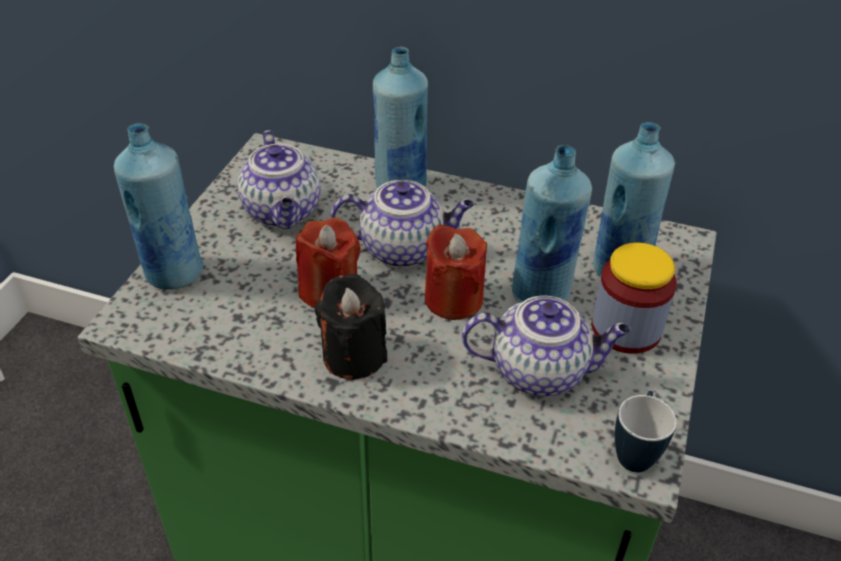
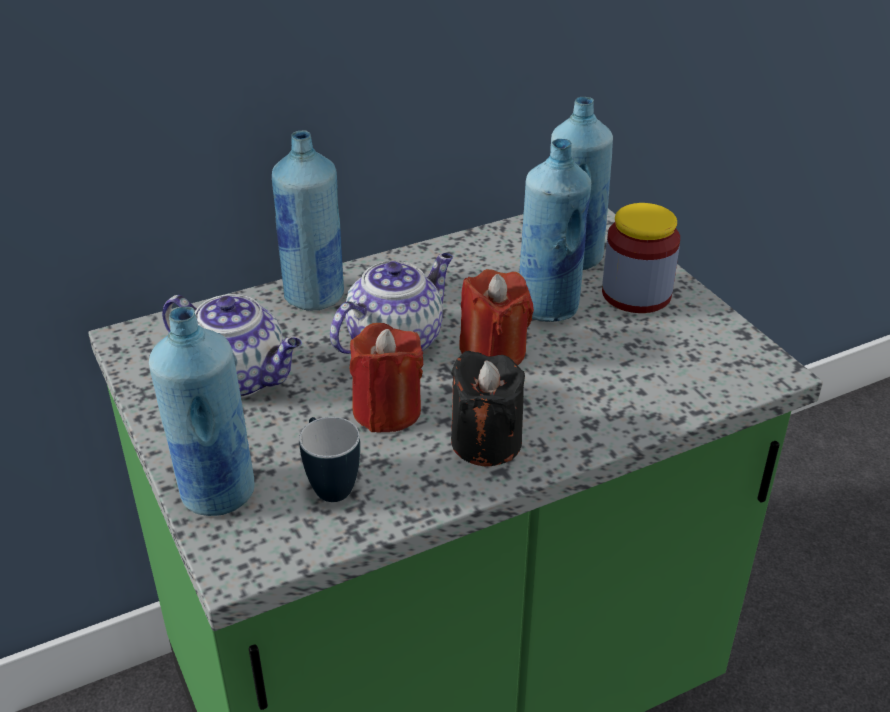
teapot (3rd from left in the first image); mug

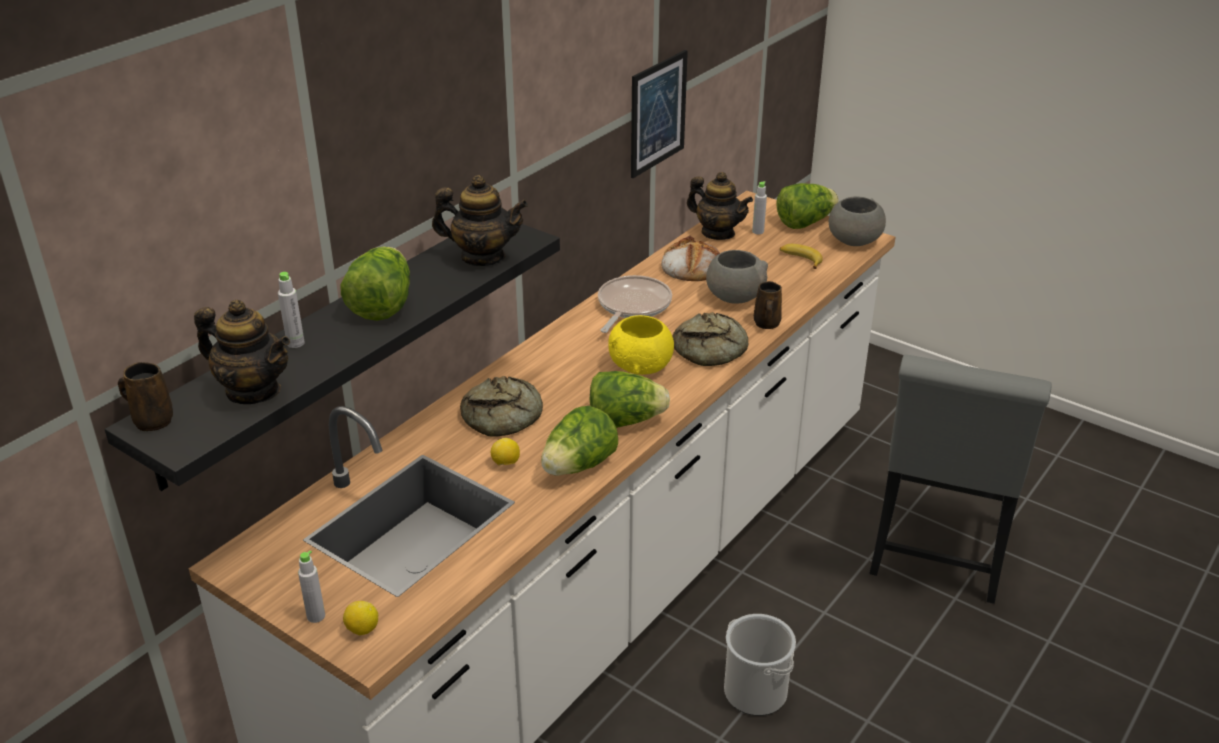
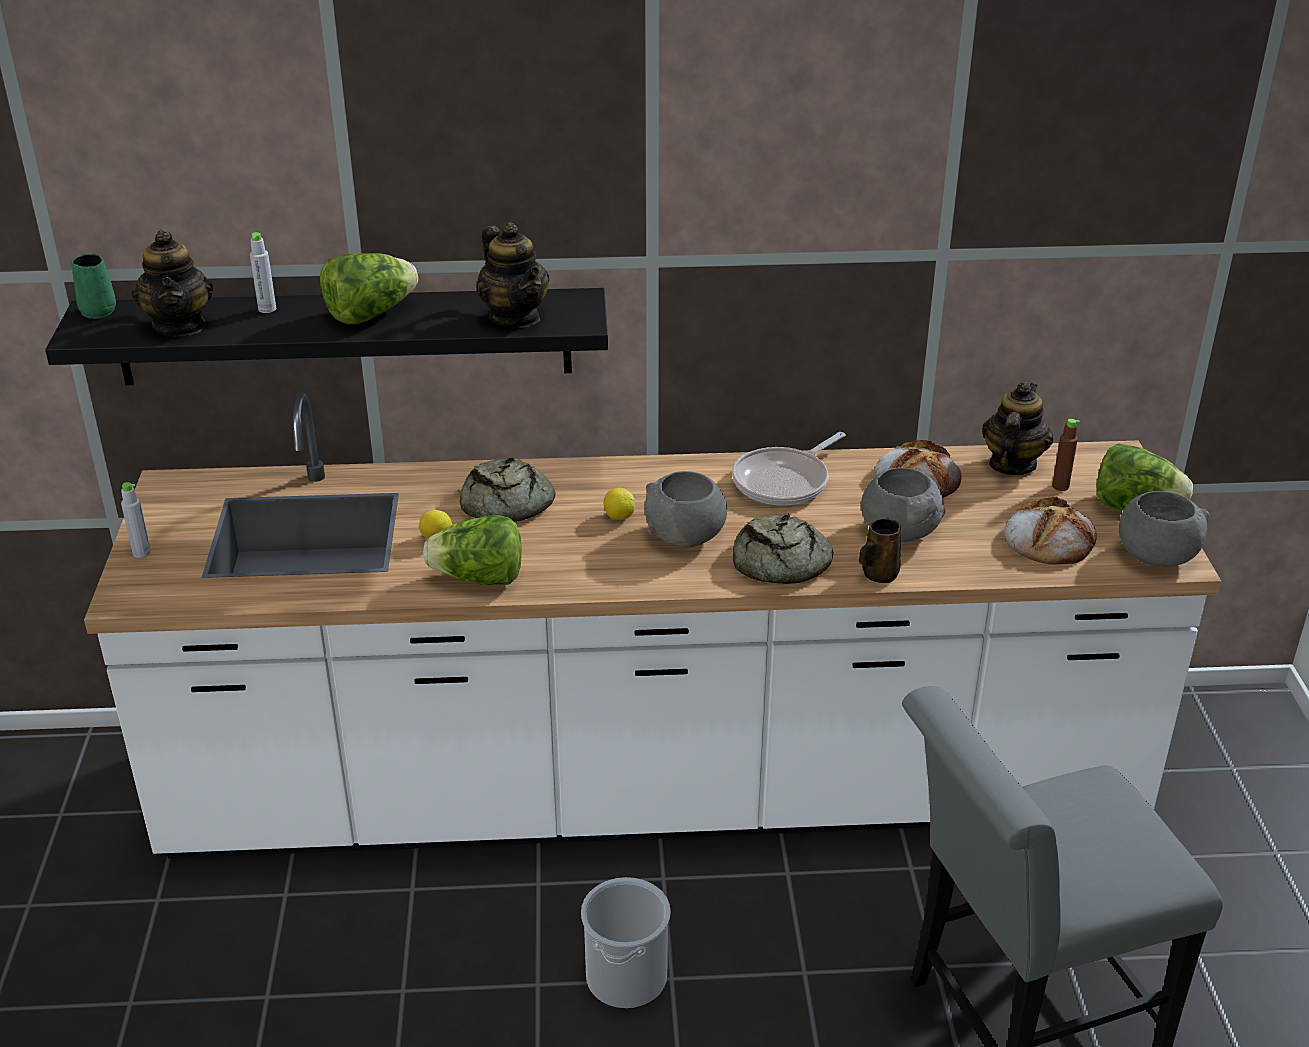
lettuce (3rd from left in the first image); picture; lemon (2nd from left); bread (4th from left); green mug; grey bowl (1st from left); brown bottle; frying pan; teapot (3rd from left)

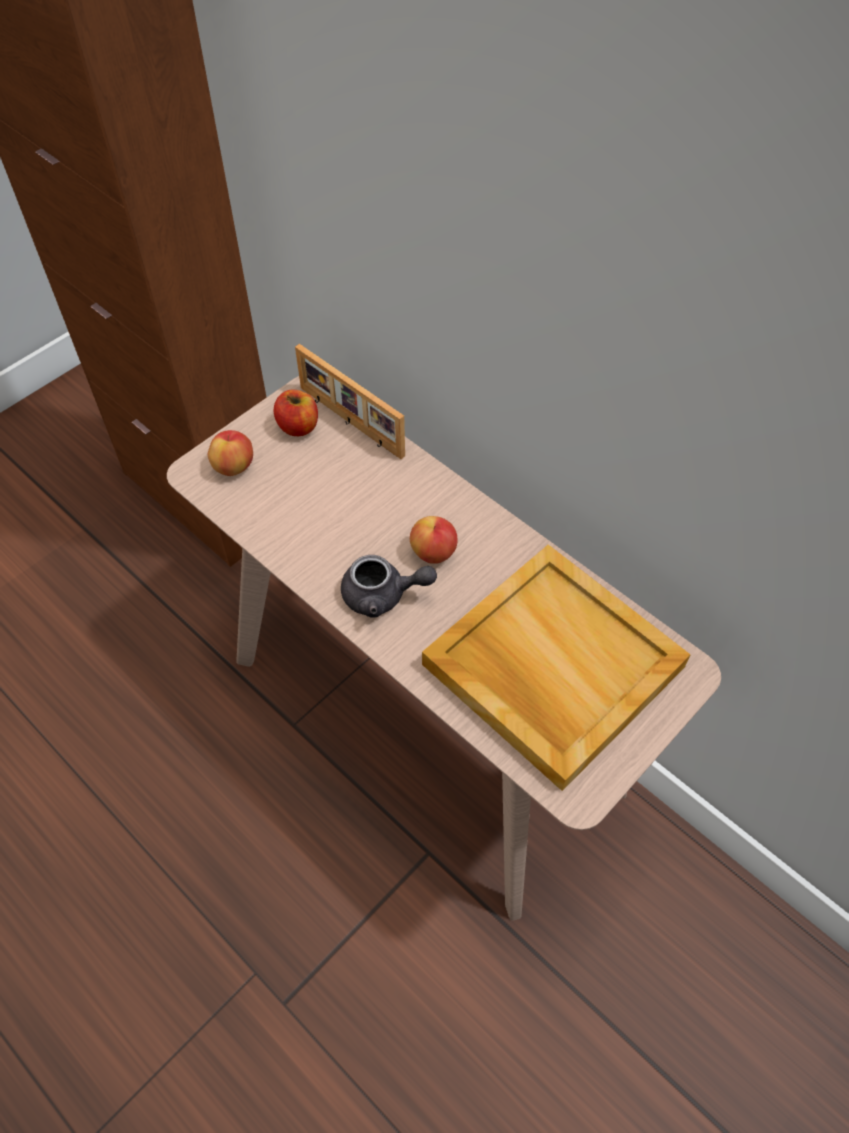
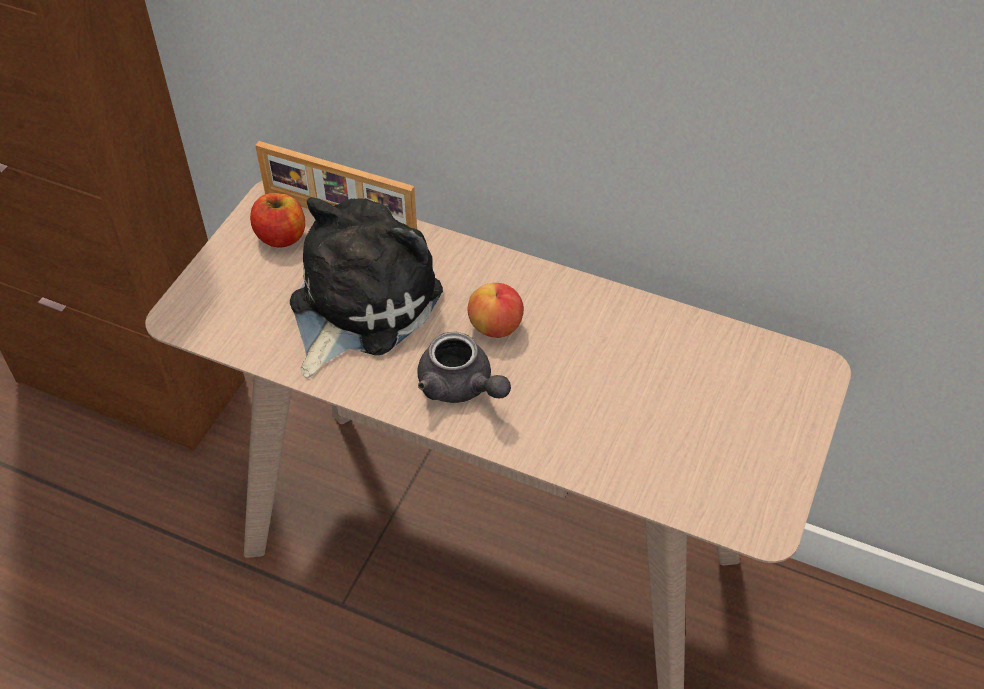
apple (1st from left in the first image); beige tray; plush toy; grey teapot

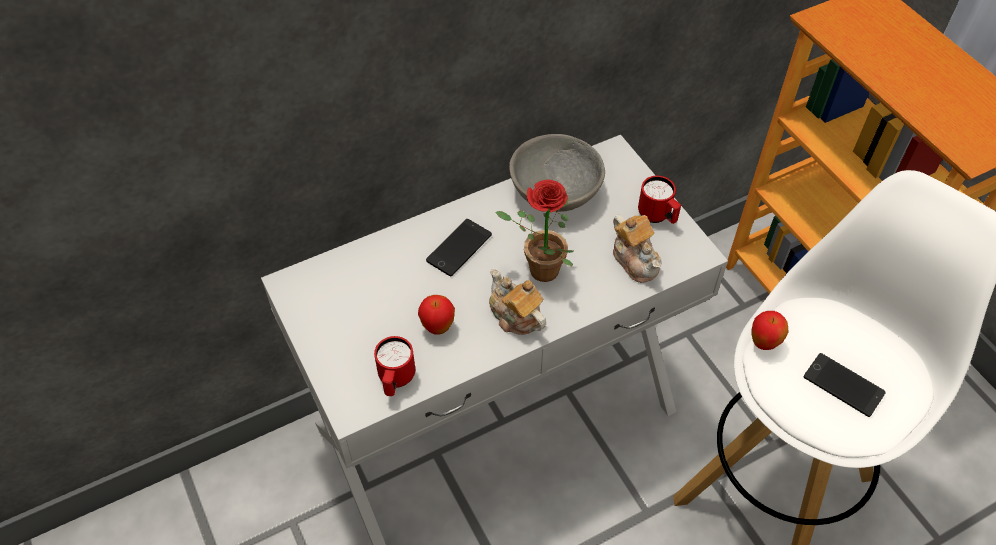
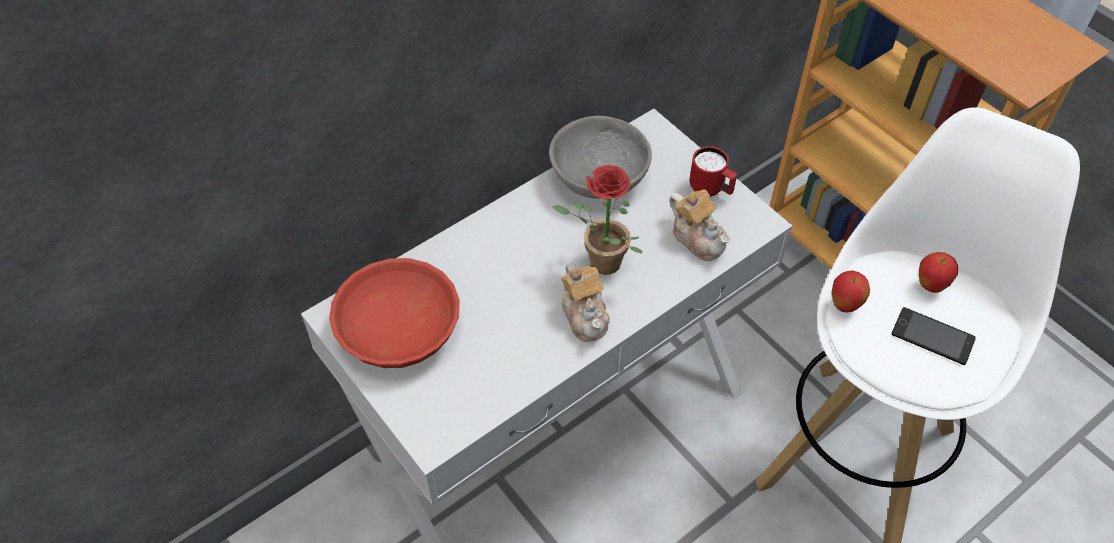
red mug (1st from left in the first image); phone (1st from left in the first image); red bowl; apple (2nd from left); teapot (1st from left)

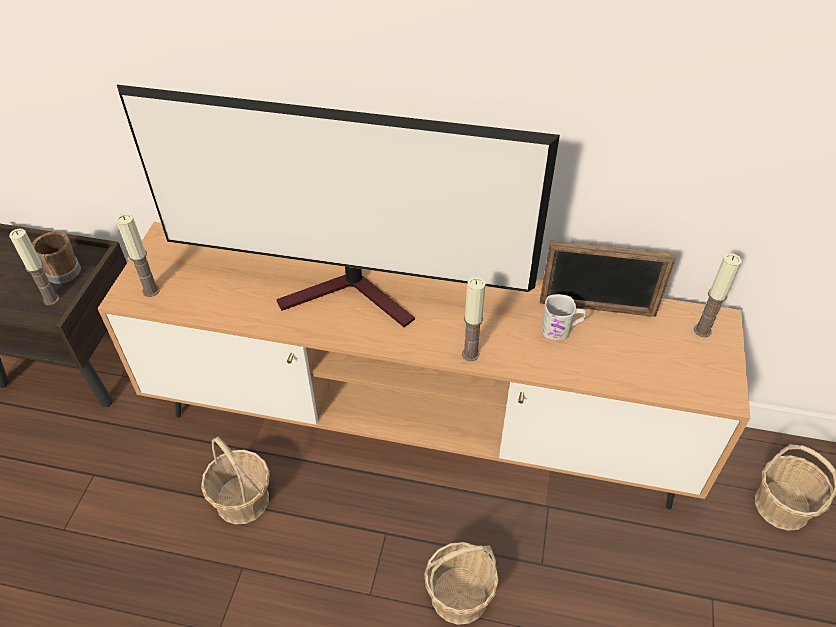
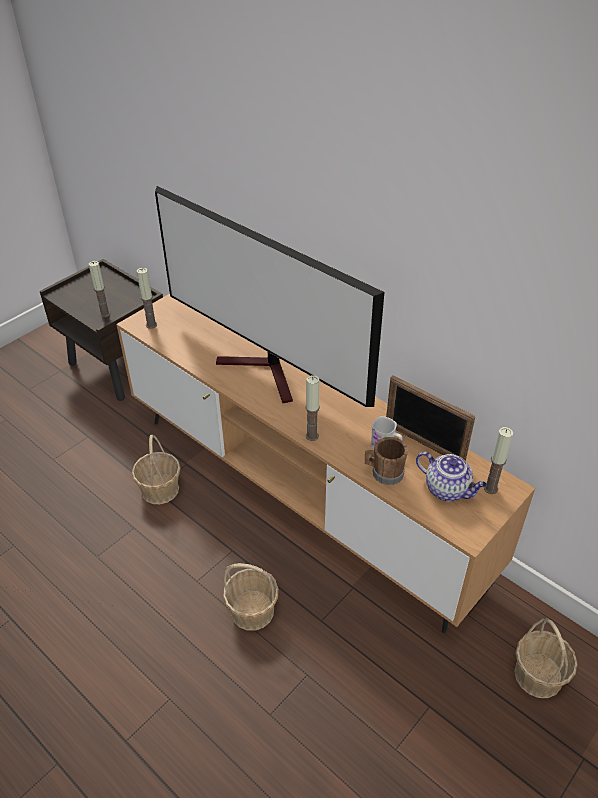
teapot; brown mug

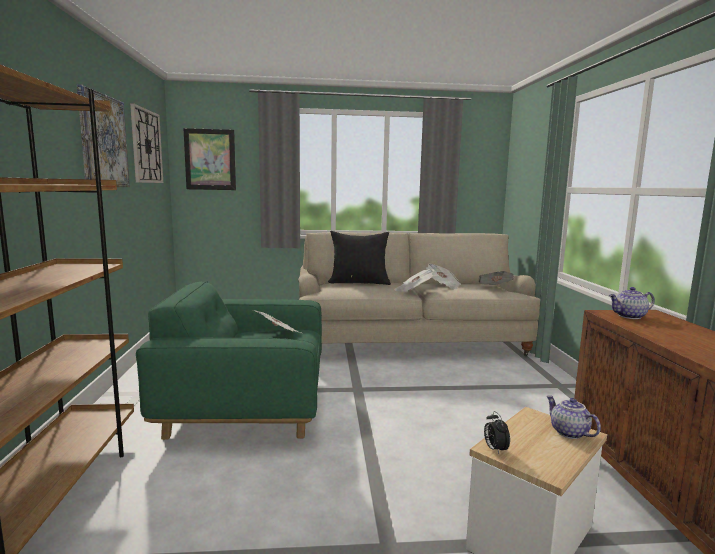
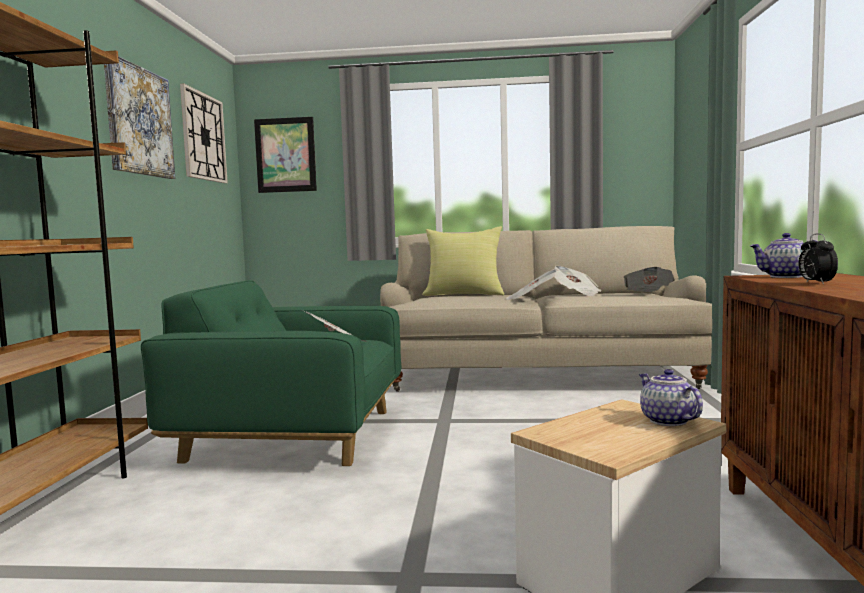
alarm clock; yellow pillow

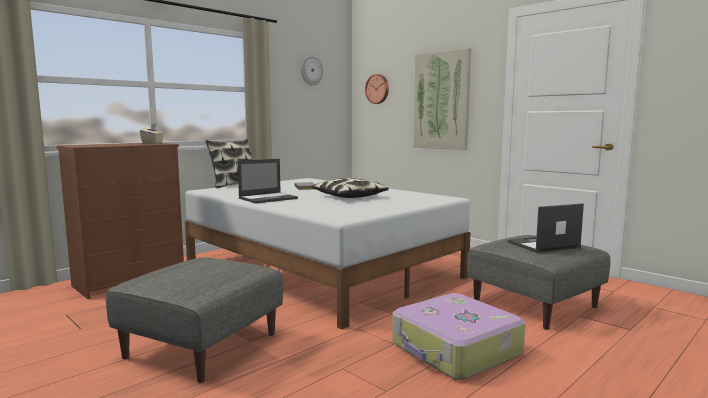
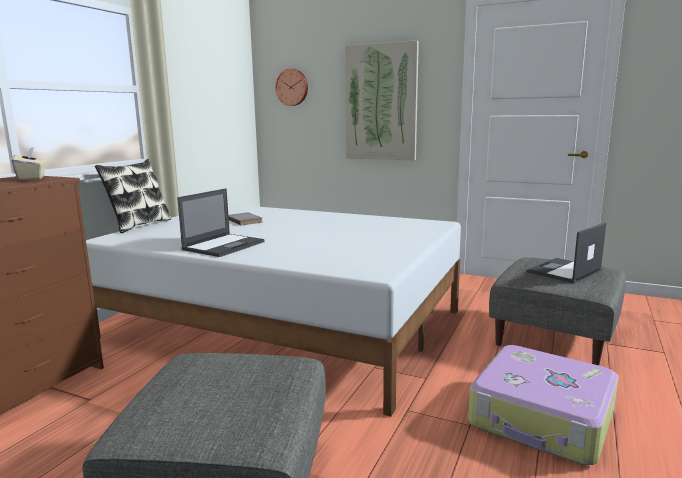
wall clock (1st from left in the first image); pillow (2nd from left in the first image)

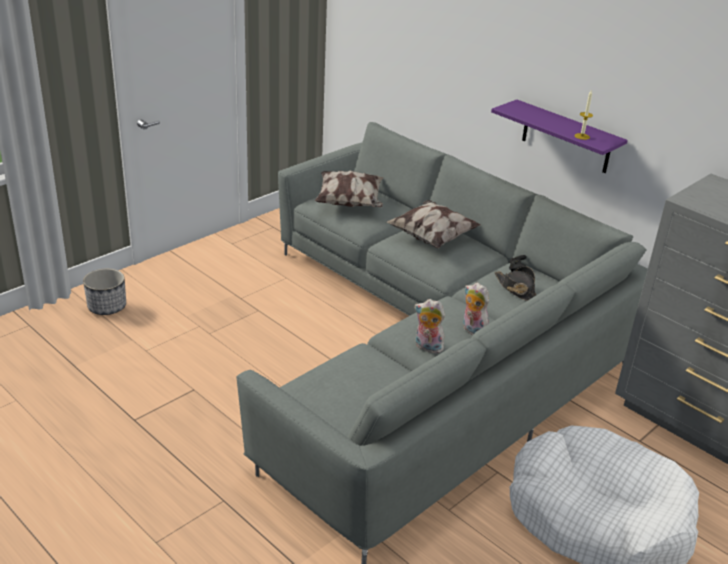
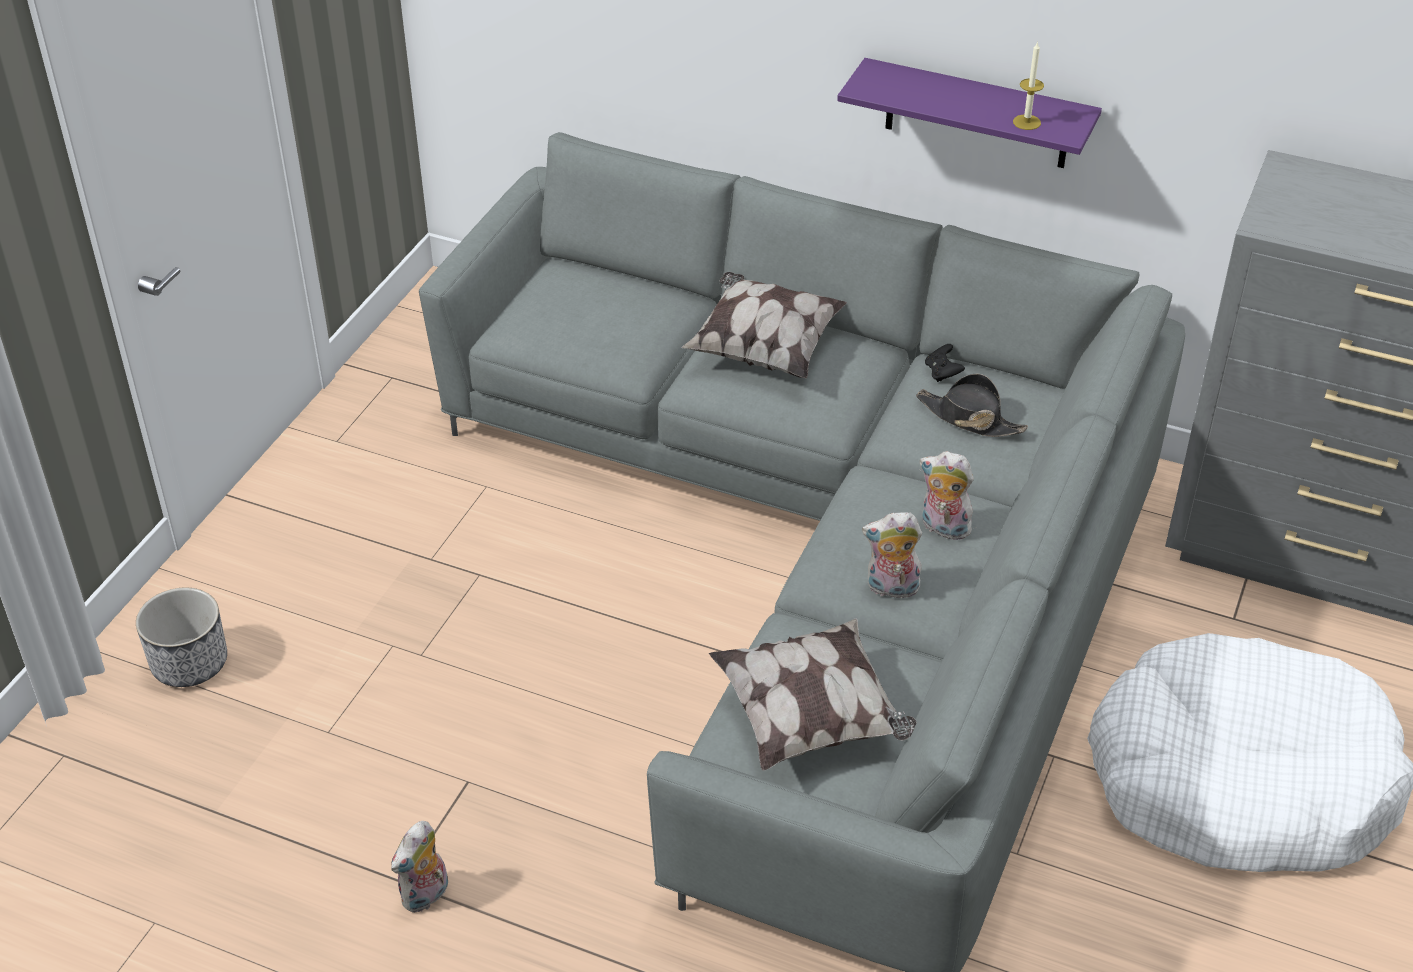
plush toy (1st from left); pillow (2nd from left)

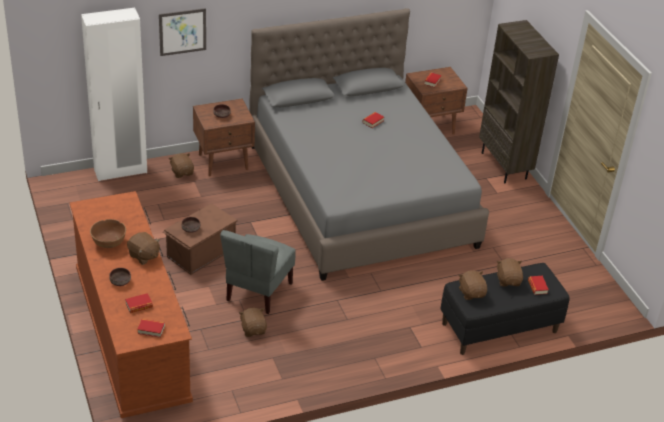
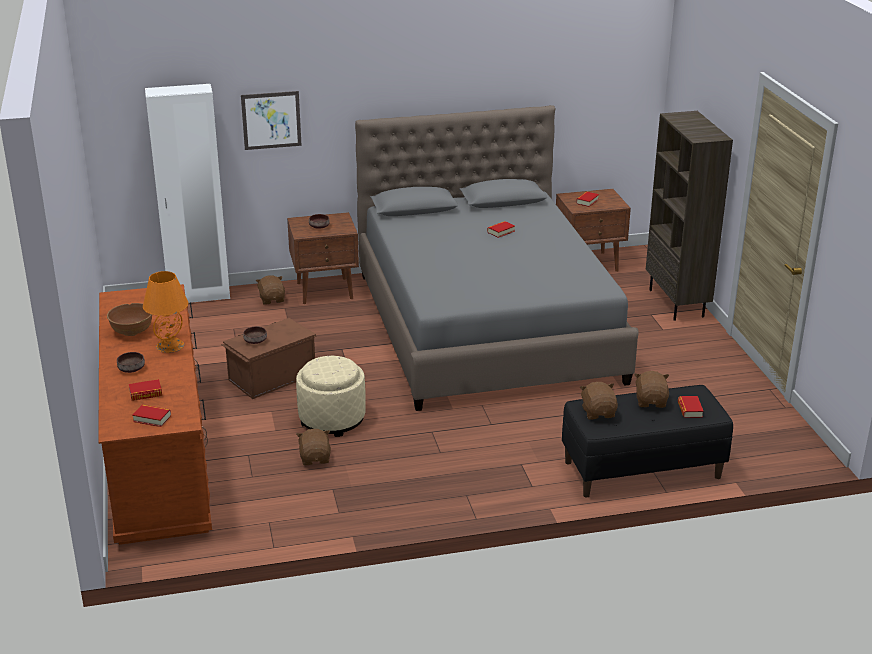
orange table lamp; beige ottoman

